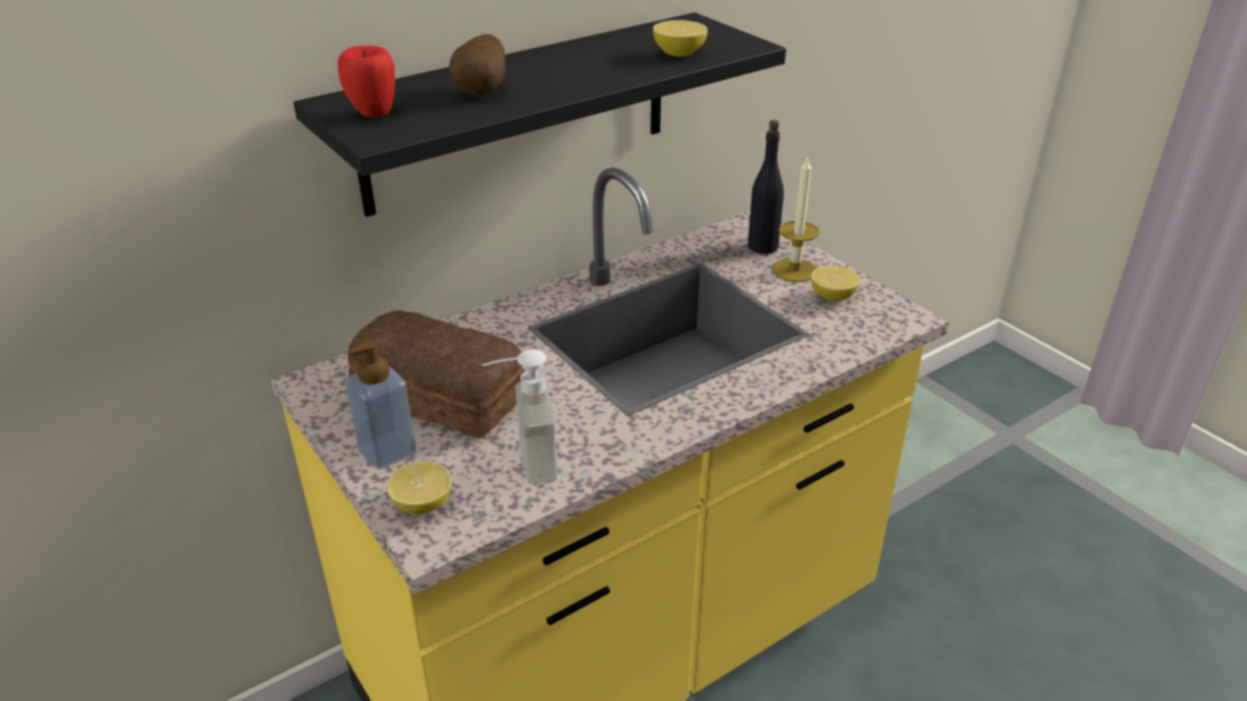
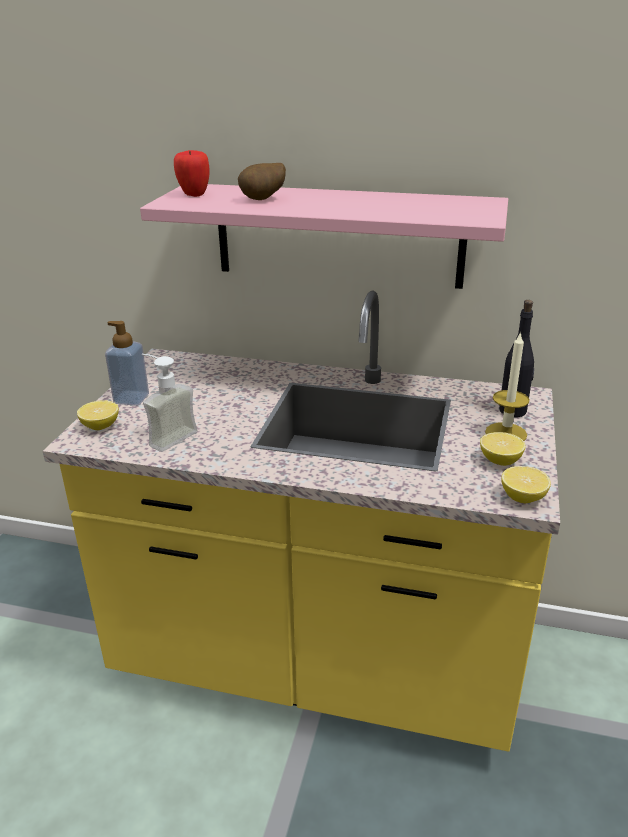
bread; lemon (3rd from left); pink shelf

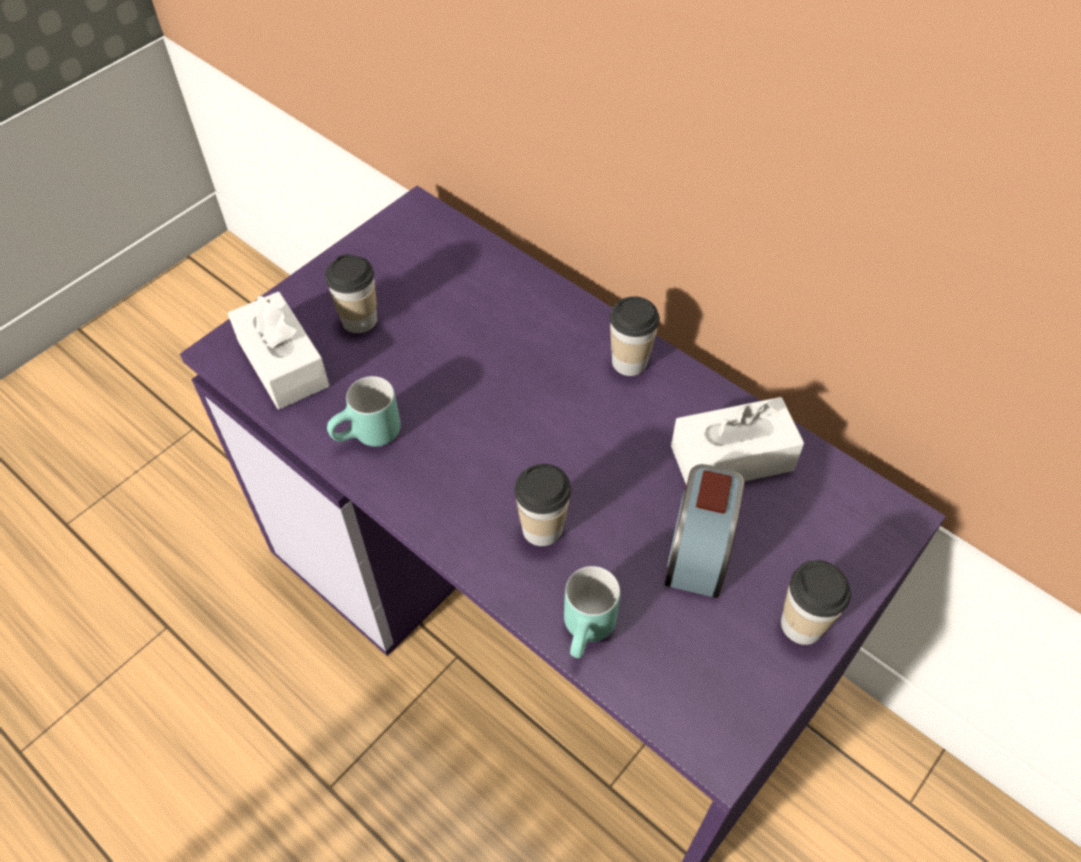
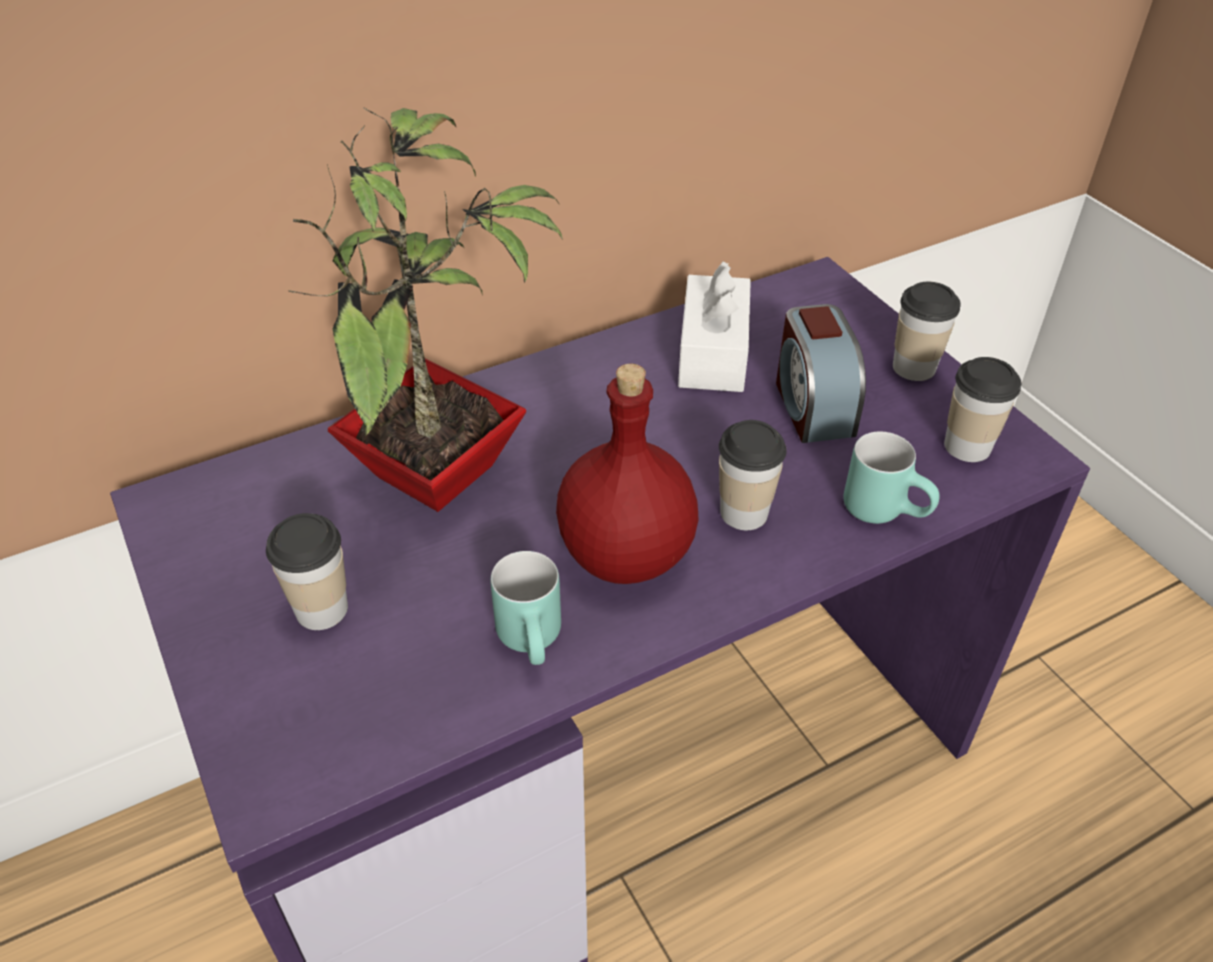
white tissue box (1st from left in the first image); potted plant; red bottle; cup (4th from left); alarm clock

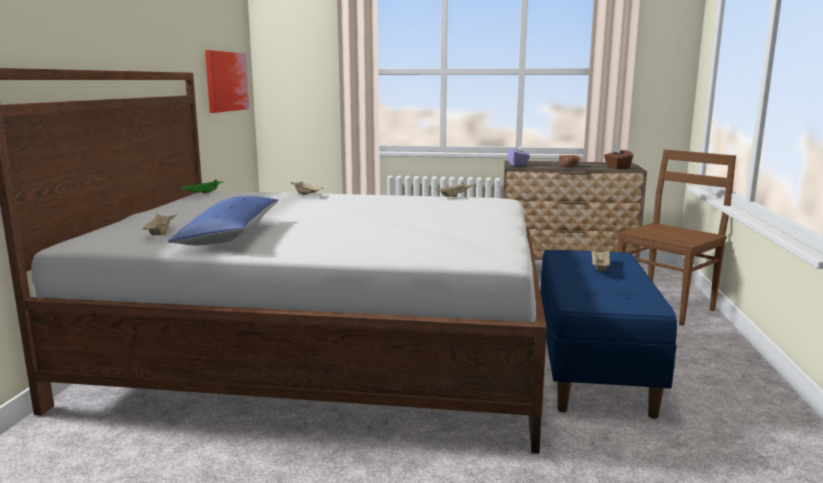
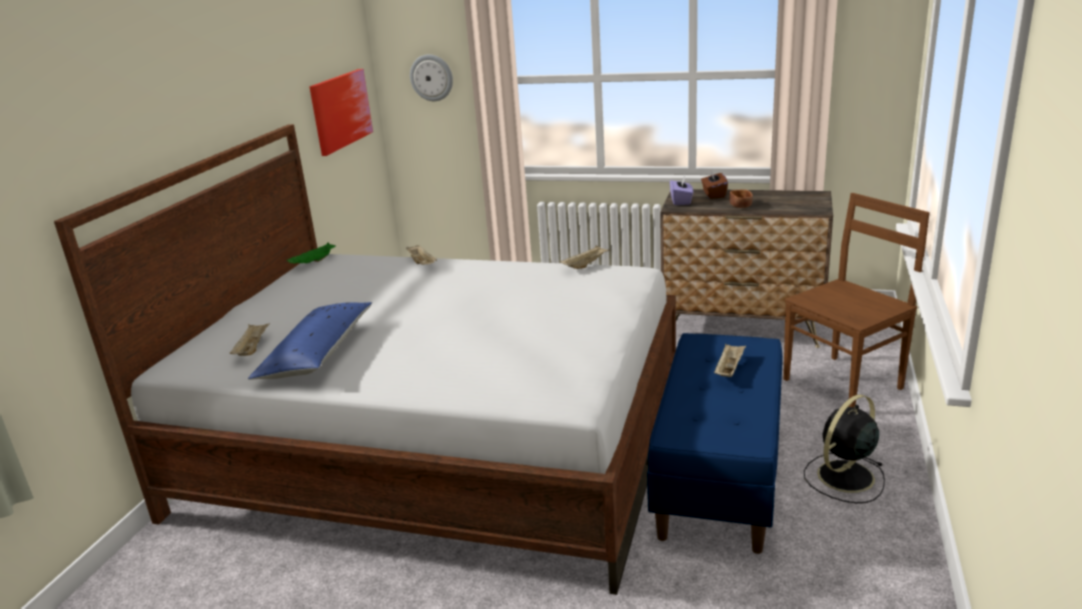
wall clock; black fan; brown tissue box

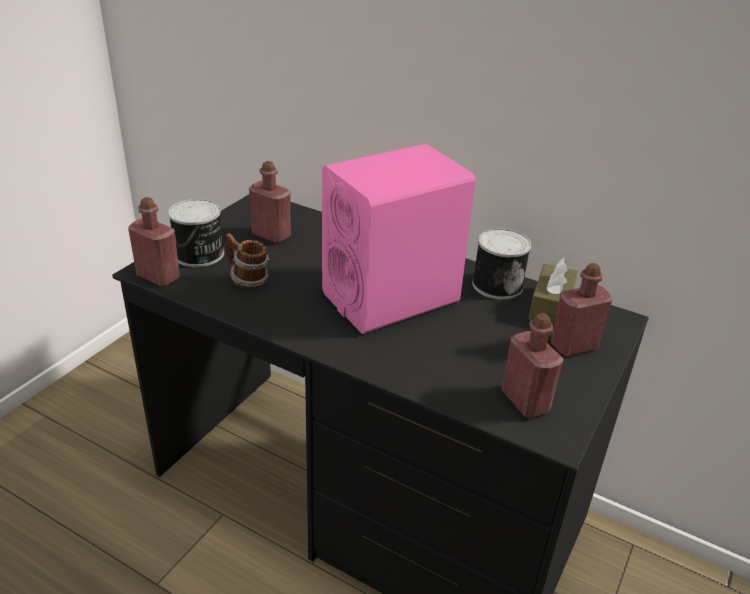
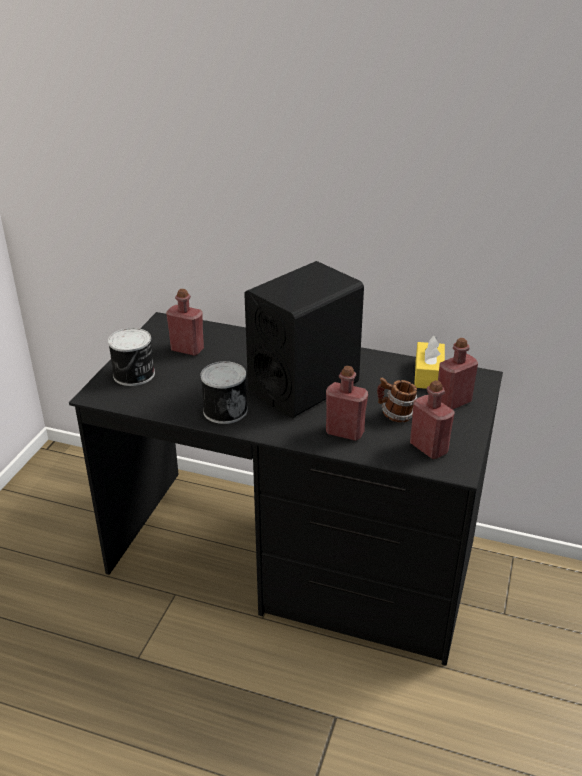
red bottle (2nd from left); mug; can (2nd from left); black speaker; yellow tissue box

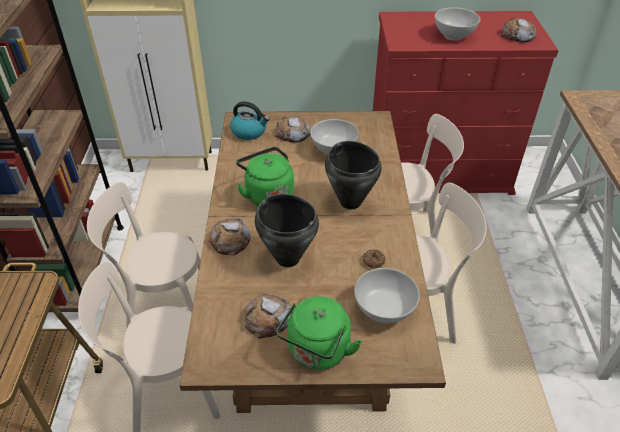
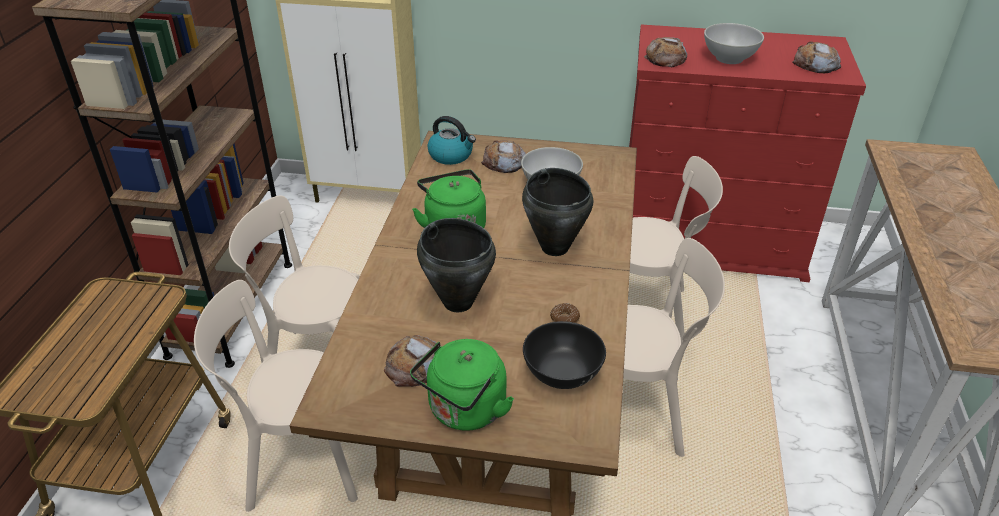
bread (3rd from left); black bowl

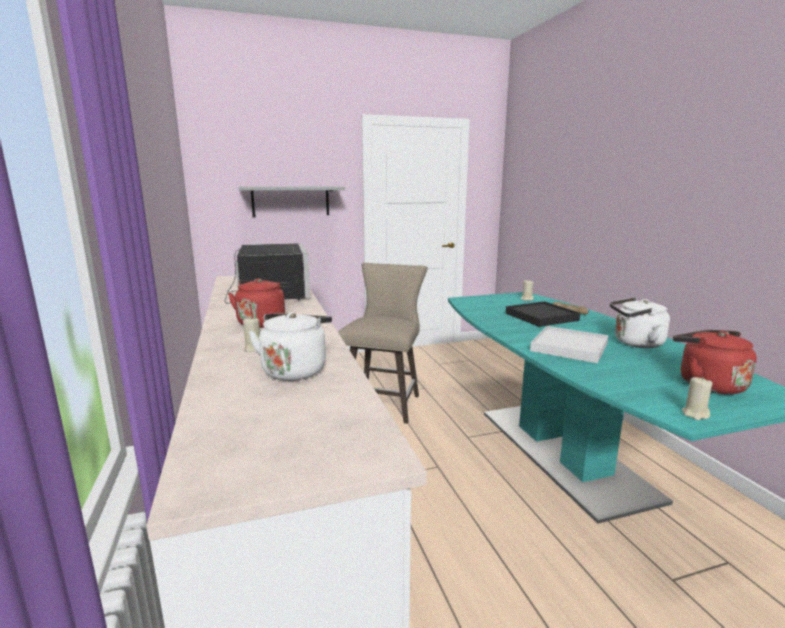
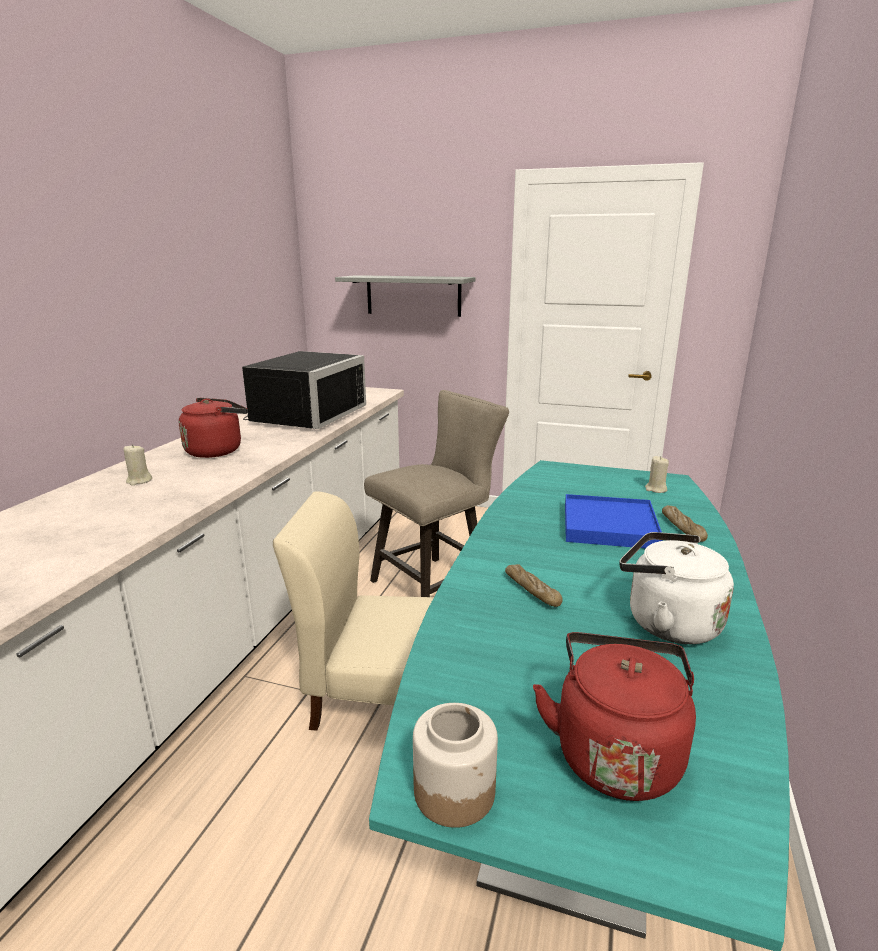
white kettle (1st from left in the first image); beige chair; bread (1st from left); jar; blue tray

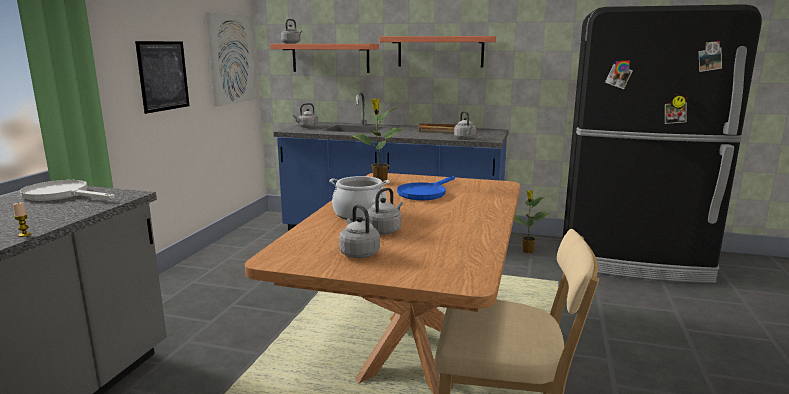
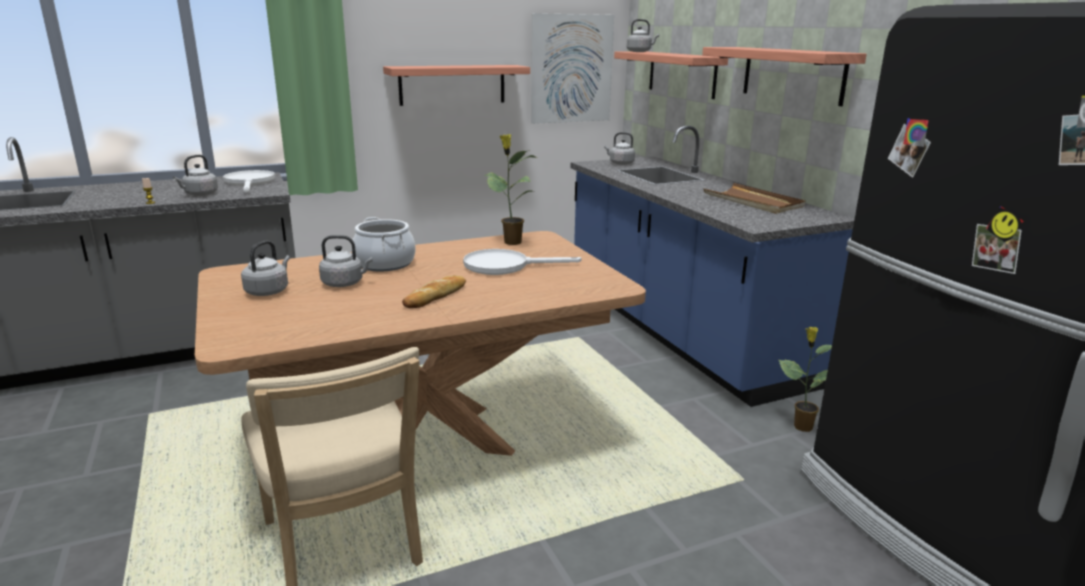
bread; grey kettle (1st from left); shelf (1st from left); white frying pan (2nd from left)

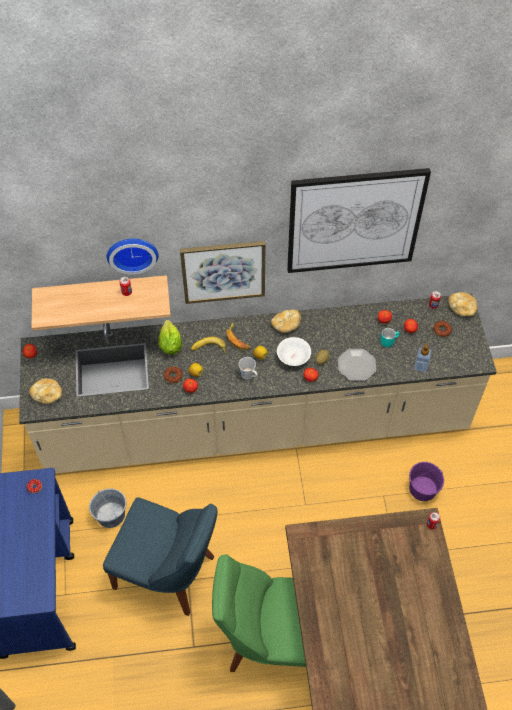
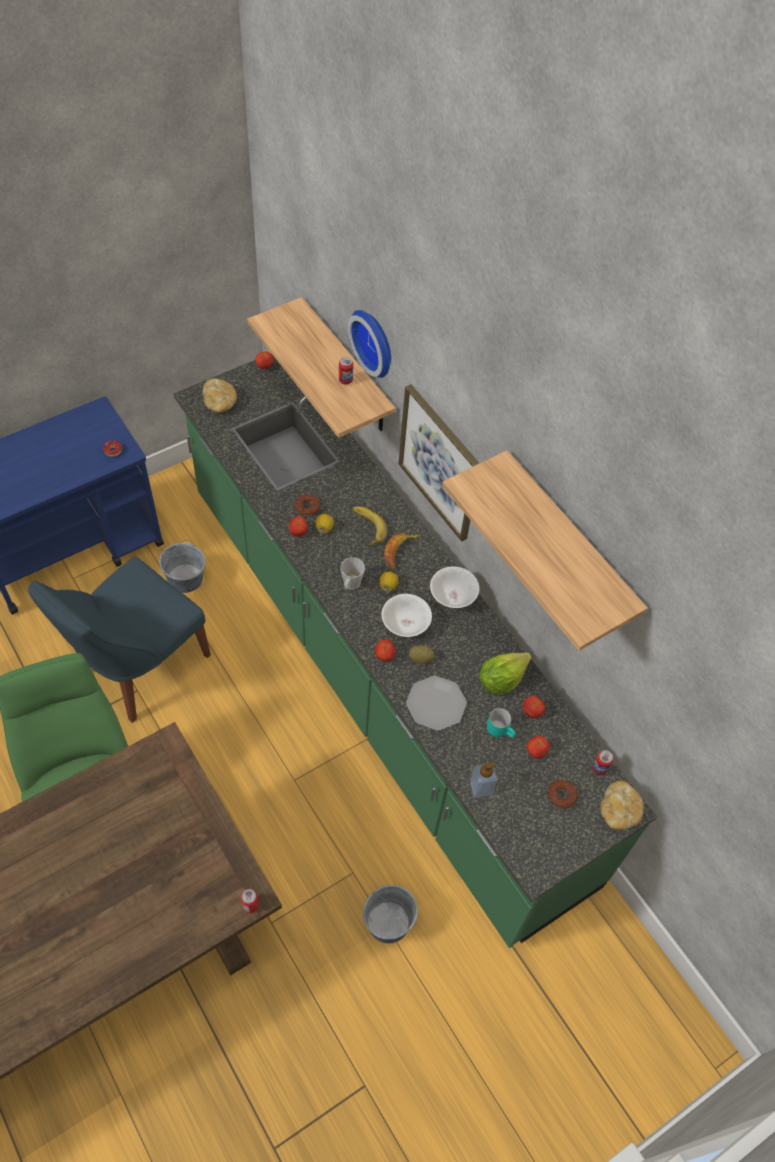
lettuce; white bowl (2nd from left); shelf (2nd from left); green counter; grey bucket (2nd from left); blue chair

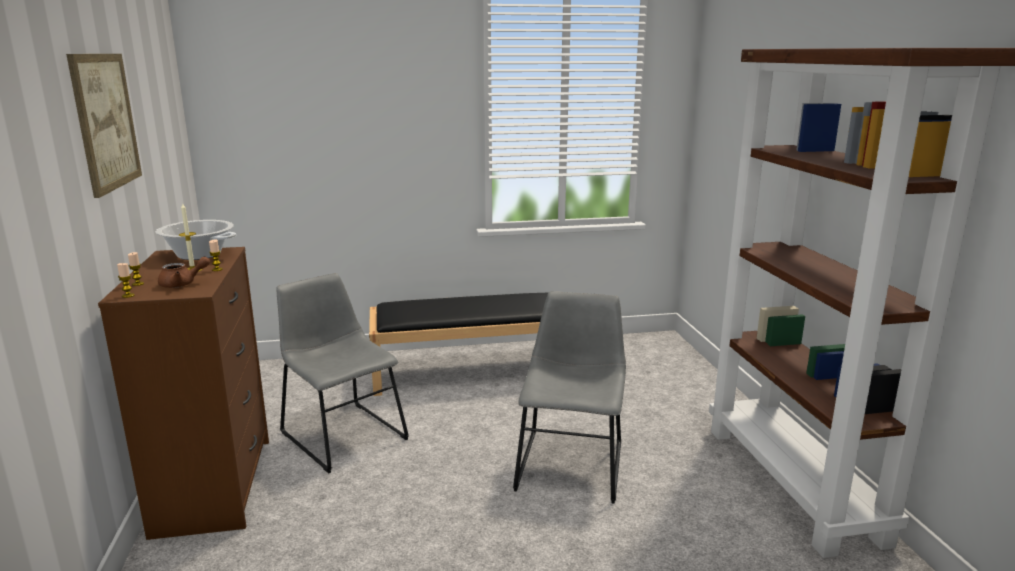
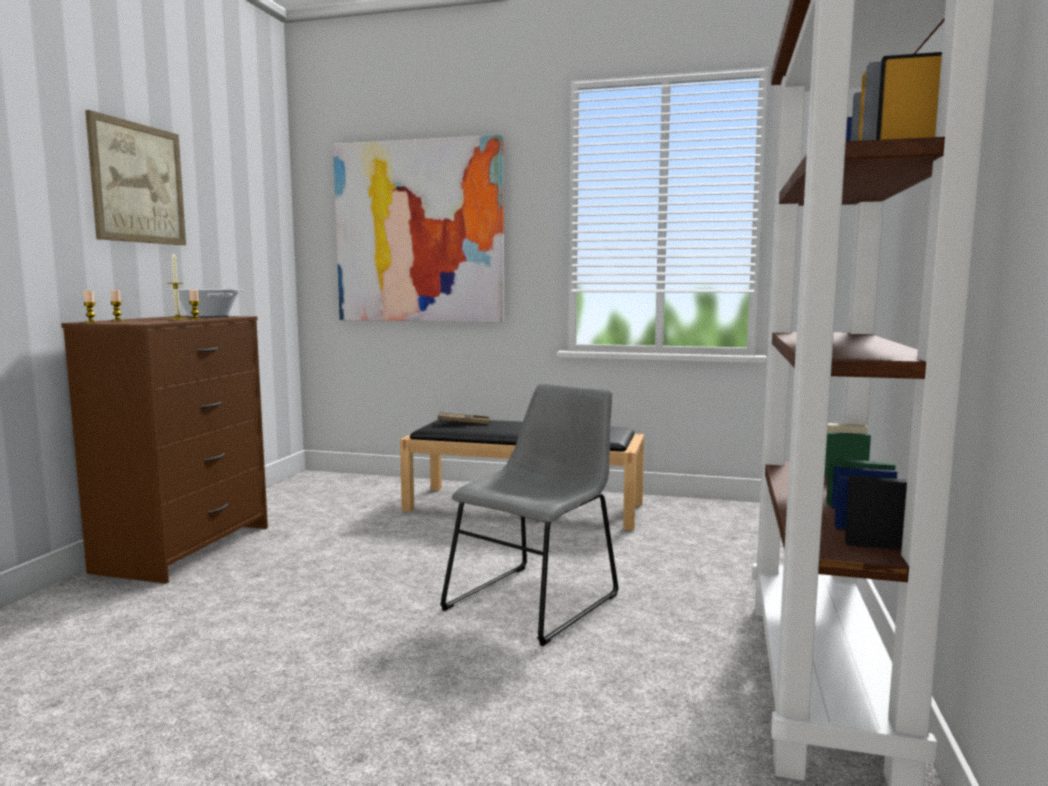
brown teapot; grey chair (1st from left in the first image); picture (2nd from left); brown tray

